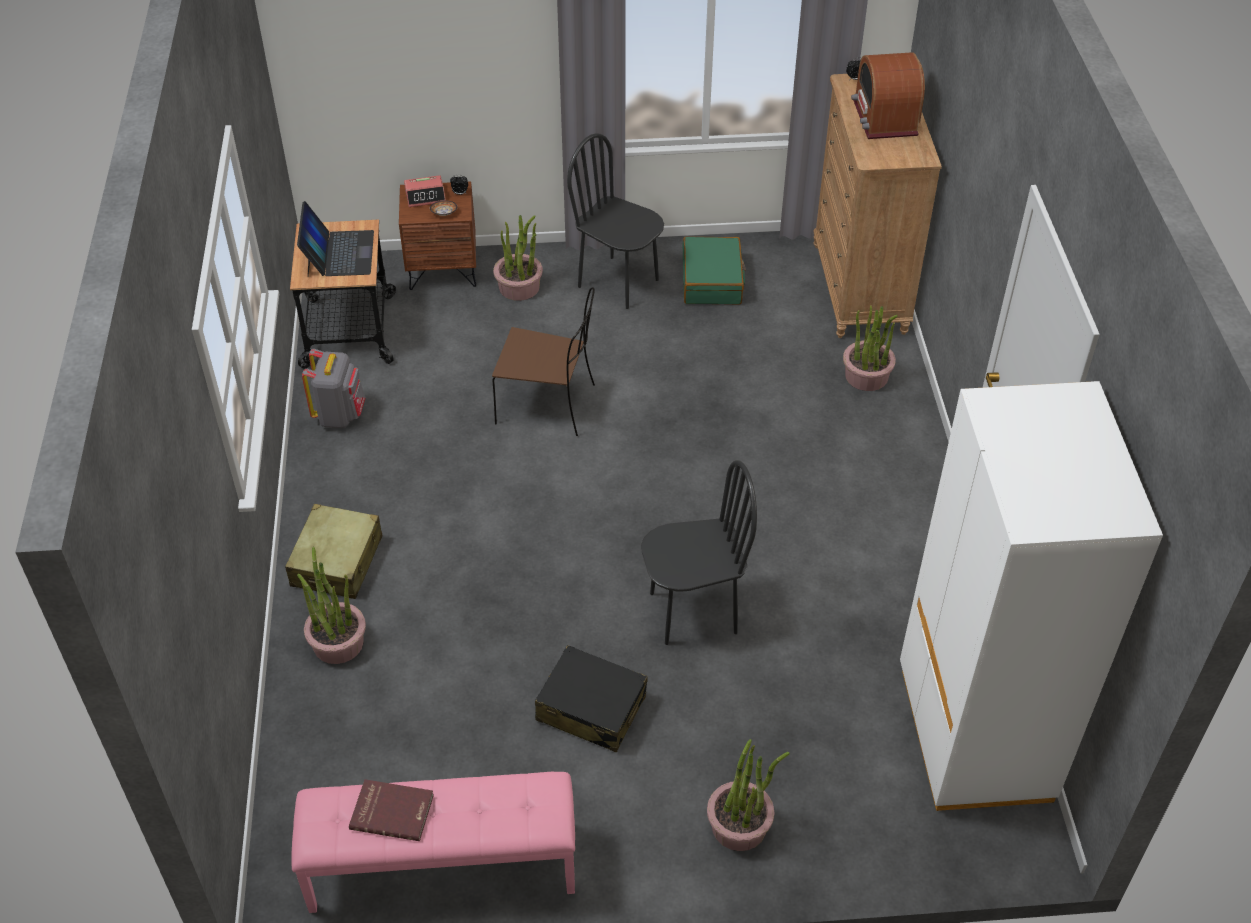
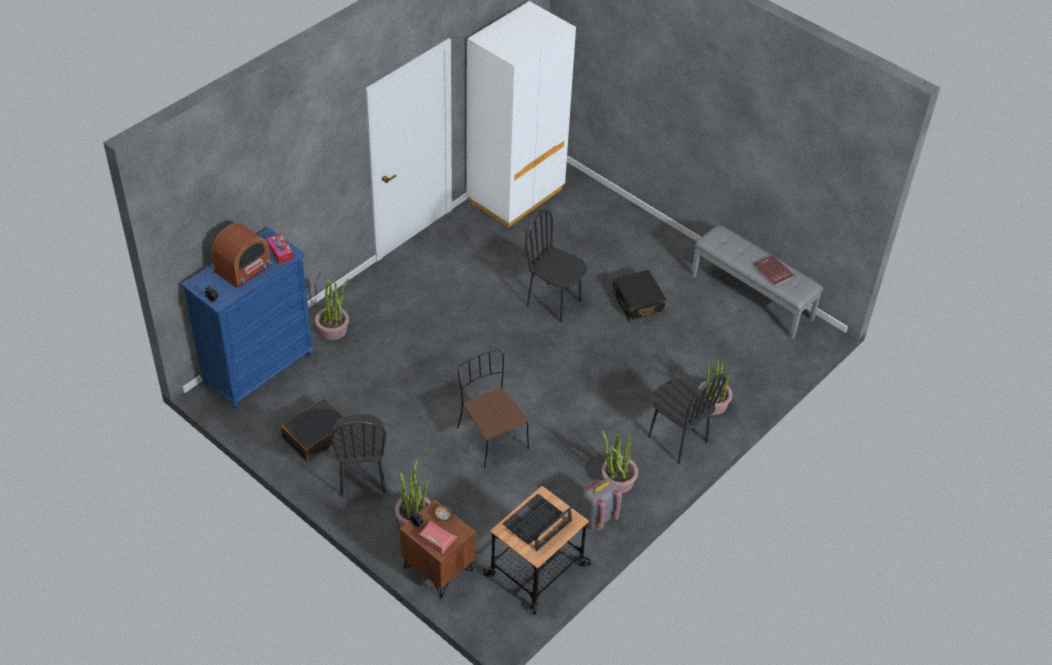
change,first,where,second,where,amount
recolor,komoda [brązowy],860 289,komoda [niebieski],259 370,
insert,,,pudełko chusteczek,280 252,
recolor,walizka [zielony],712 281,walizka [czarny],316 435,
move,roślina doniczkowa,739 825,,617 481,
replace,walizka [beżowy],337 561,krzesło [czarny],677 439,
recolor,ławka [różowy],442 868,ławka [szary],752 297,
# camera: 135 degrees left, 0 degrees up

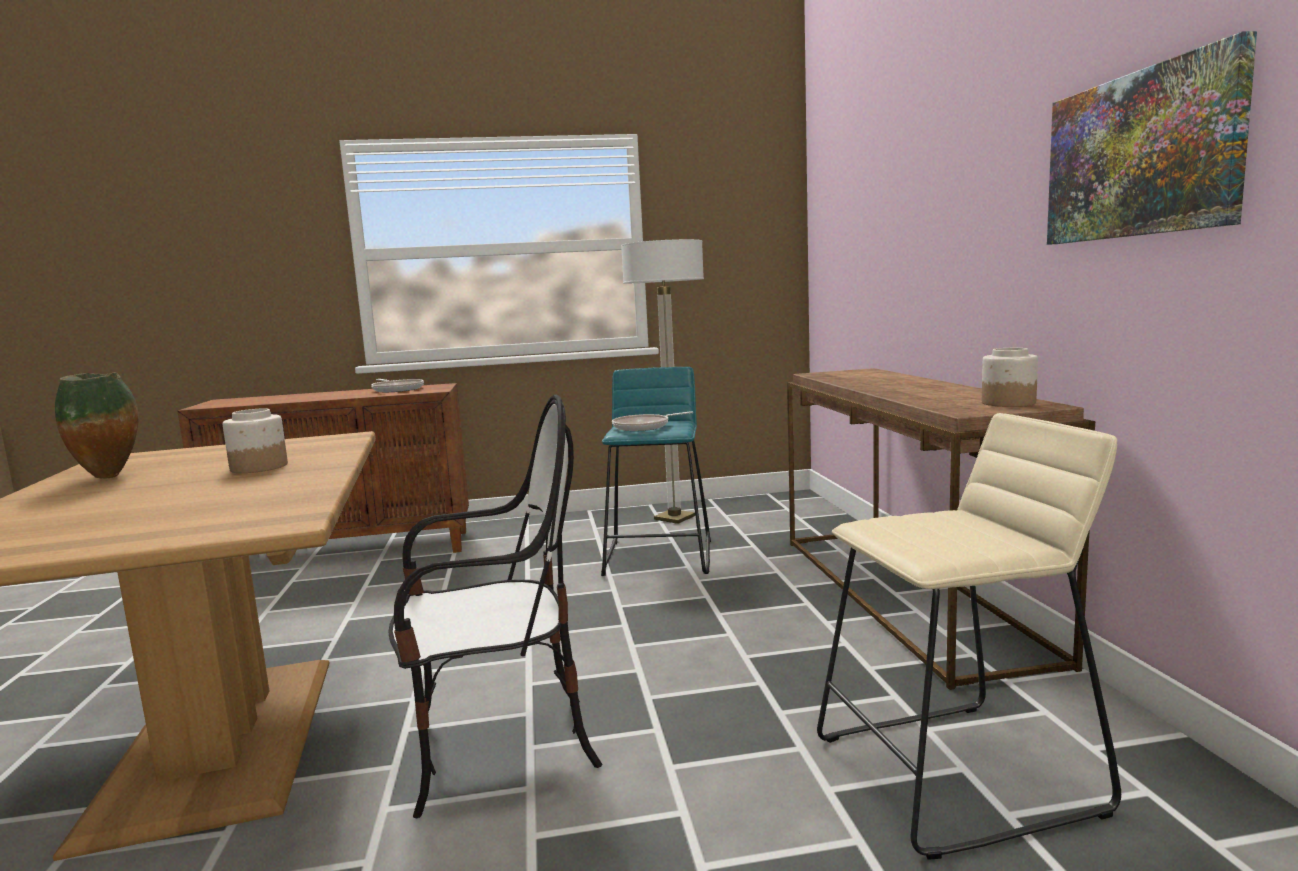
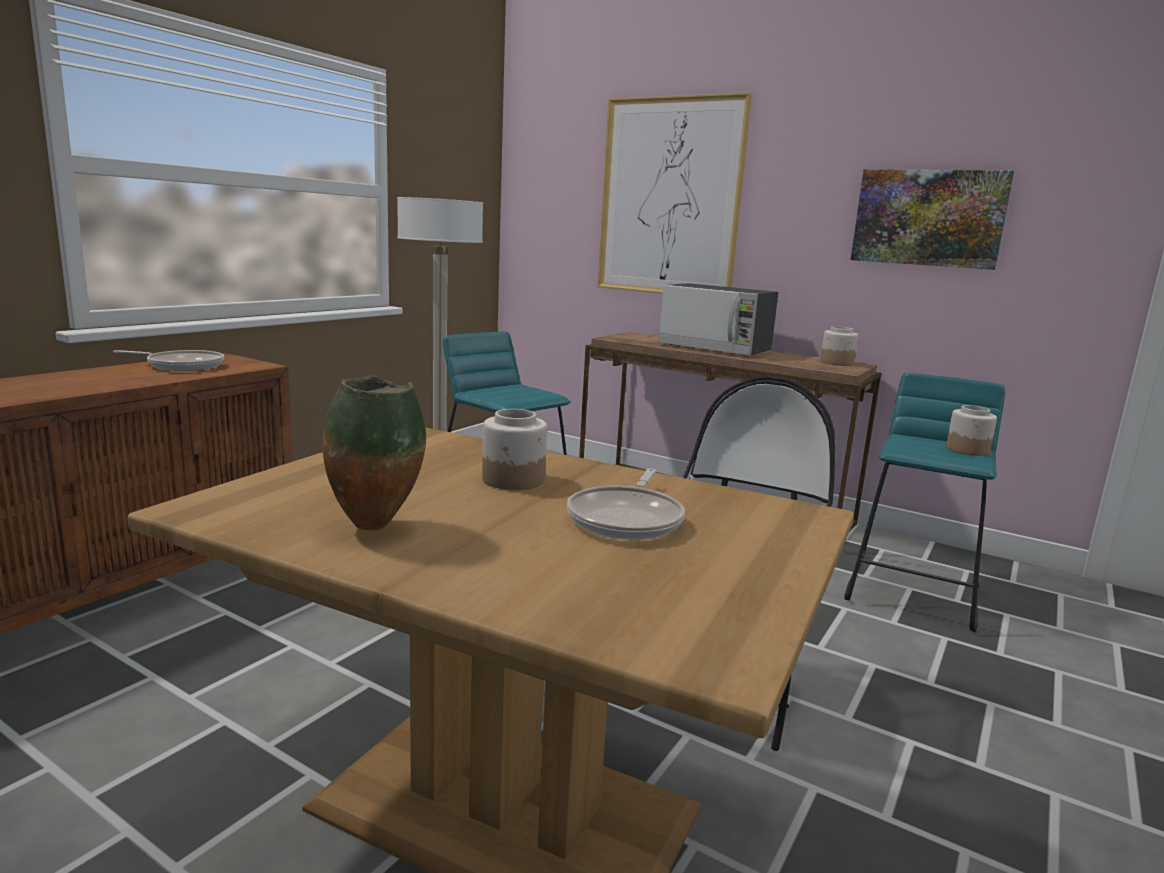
change,first,where,second,where,amount
move,patelnia,644 427,,627 519,
insert,,,obraz,669 198,
insert,,,mikrofalówka,715 348,
recolor,stołek [beżowy],957 774,stołek [turkusowy],913 592,
insert,,,słoik,968 450,
# camera: 50 degrees left, 5 degrees up

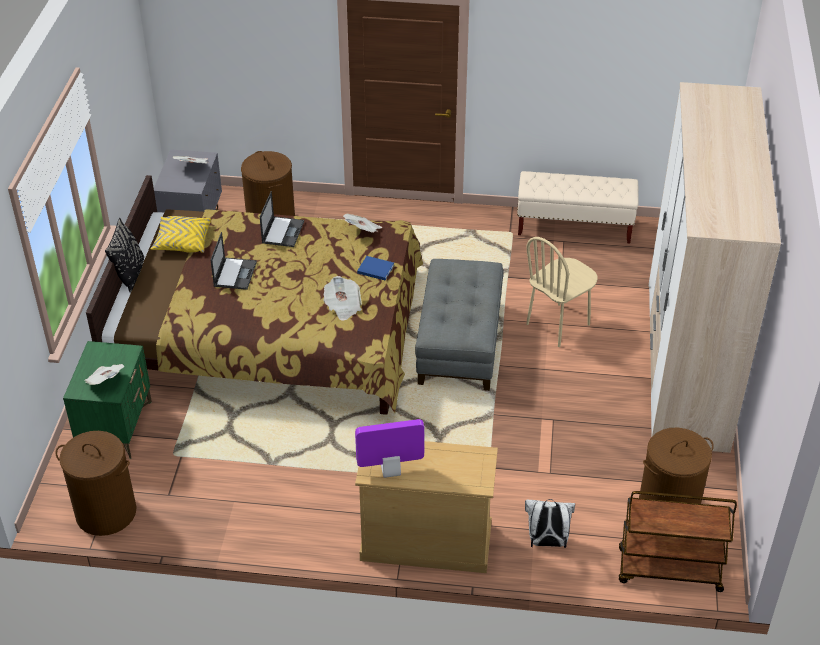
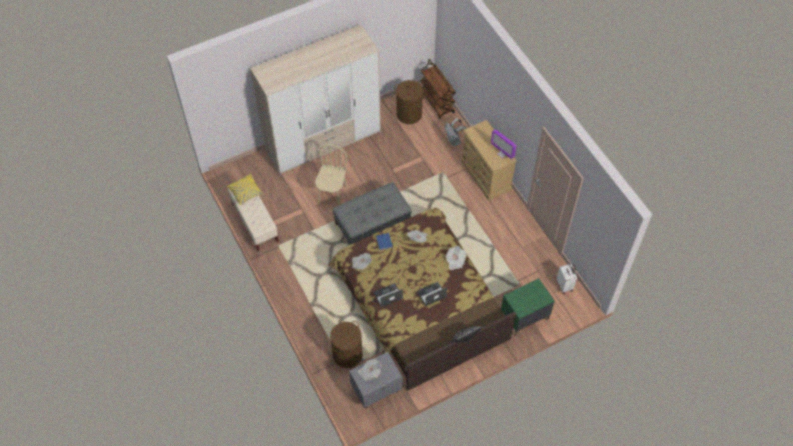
change,first,where,second,where,amount
move,poduszka [żółty],182 242,,246 192,
rotate,krzesło [beżowy],558 325,,332 194,90 degrees counterclockwise
move,gazeta,105 381,,455 261,
replace,kosz na pranie [brązowy],105 513,walizka [biały],565 285,
# camera: 125 degrees left, 15 degrees up

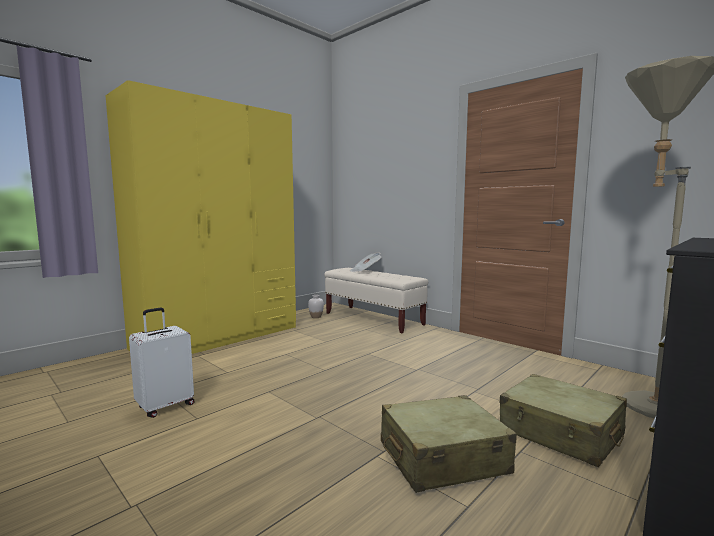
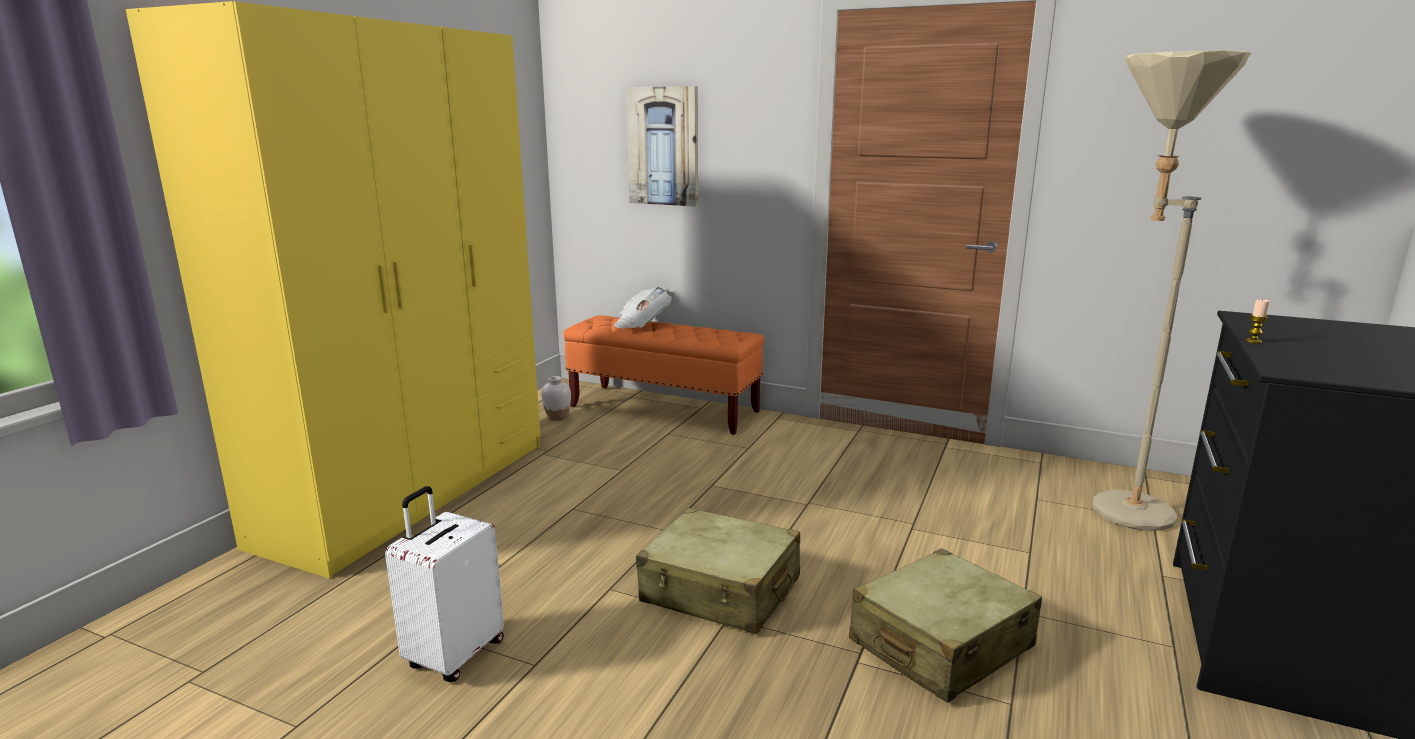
change,first,where,second,where,amount
recolor,ławka [beżowy],373 319,ławka [pomarańczowy],664 409,
insert,,,obraz,663 146,
move,walizka [beżowy],560 433,,721 590,
insert,,,świeca,1253 341,
# camera: 20 degrees left, 10 degrees up

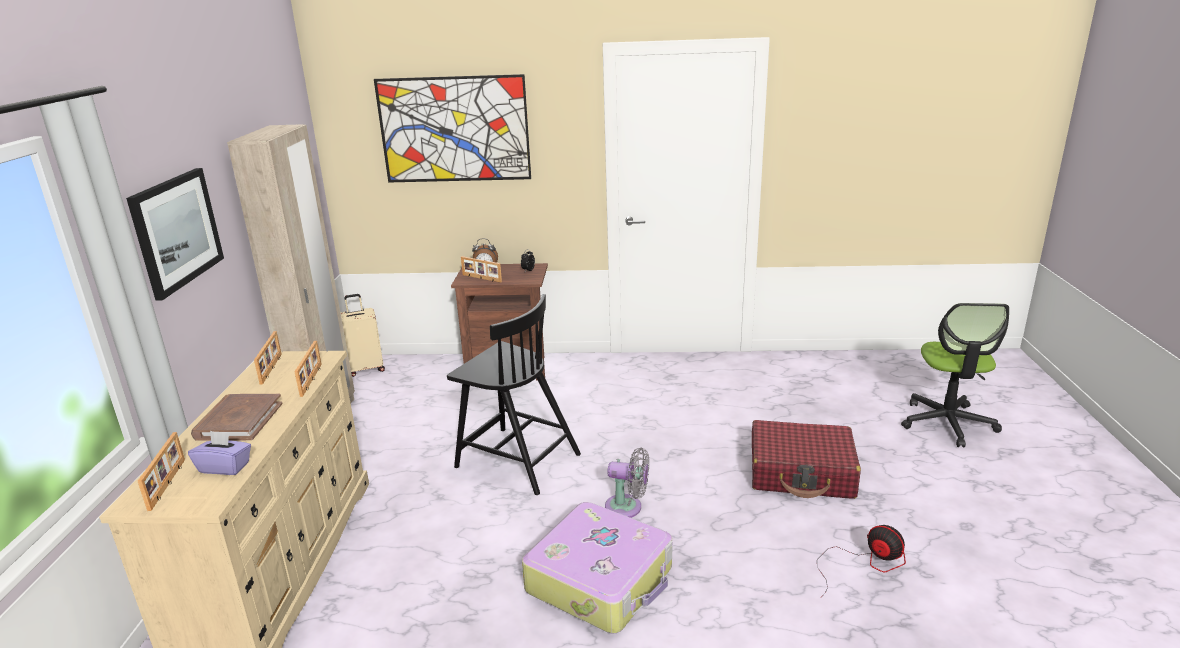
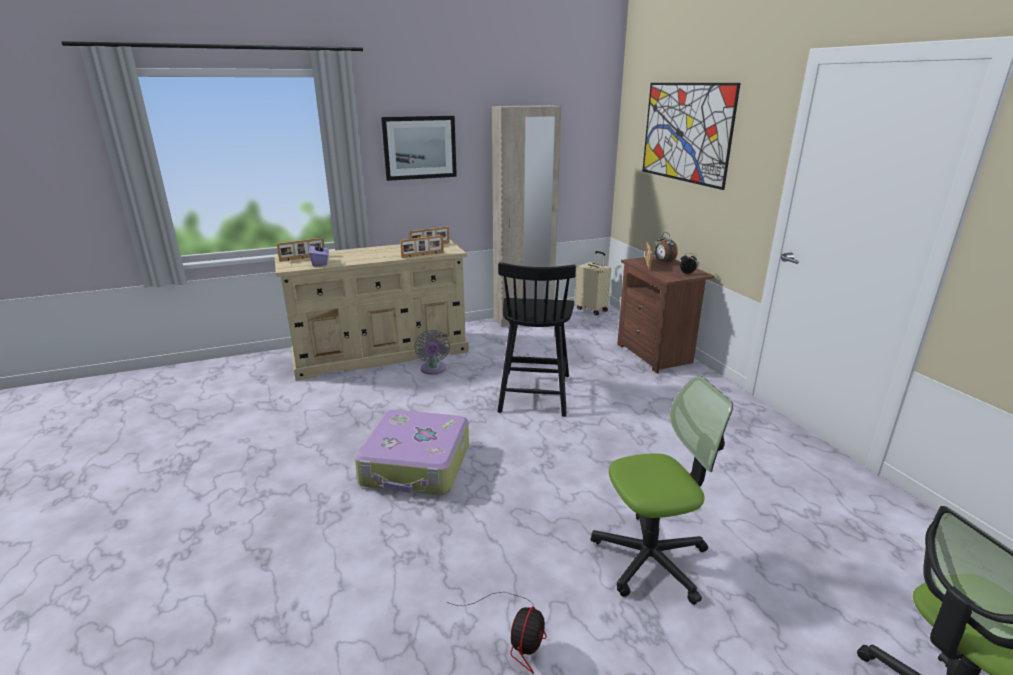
change,first,where,second,where,amount
move,wentylator [szary],627 507,,433 370,
replace,walizka [czerwony],801 473,krzesło biurowe,650 558,
delete,książka [brązowy],239 421,,,
# camera: 65 degrees right, 0 degrees up

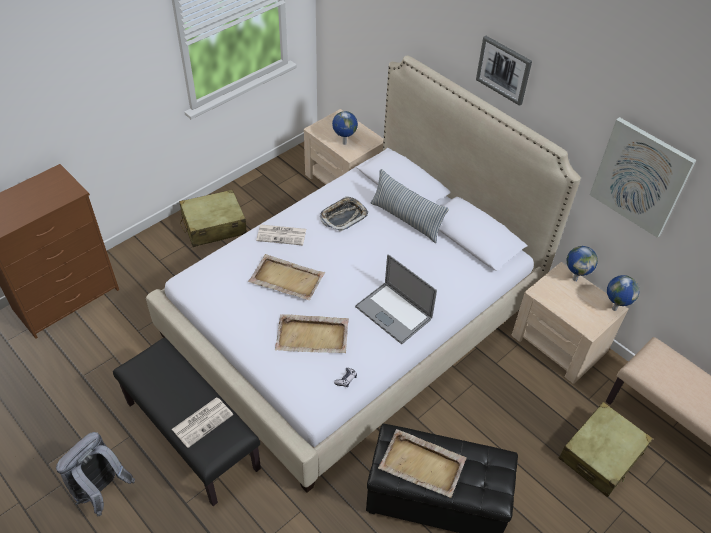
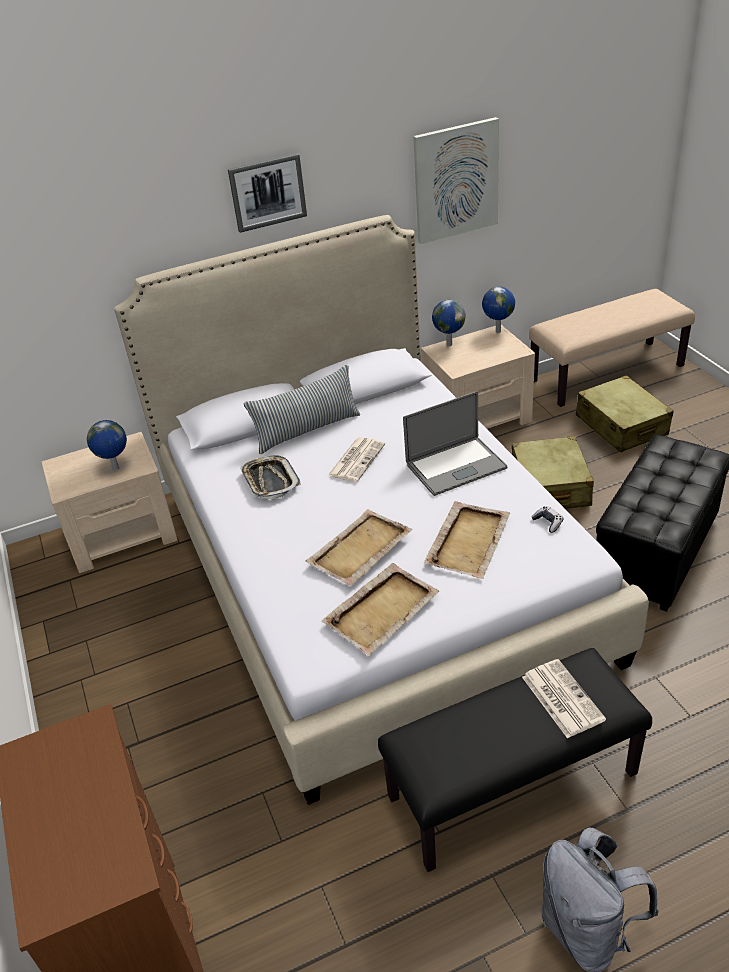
change,first,where,second,where,amount
move,taca [beżowy],423 465,,382 610,
move,gazeta,282 235,,356 459,
move,walizka [beżowy],214 226,,550 487,
# camera: 65 degrees left, 10 degrees down

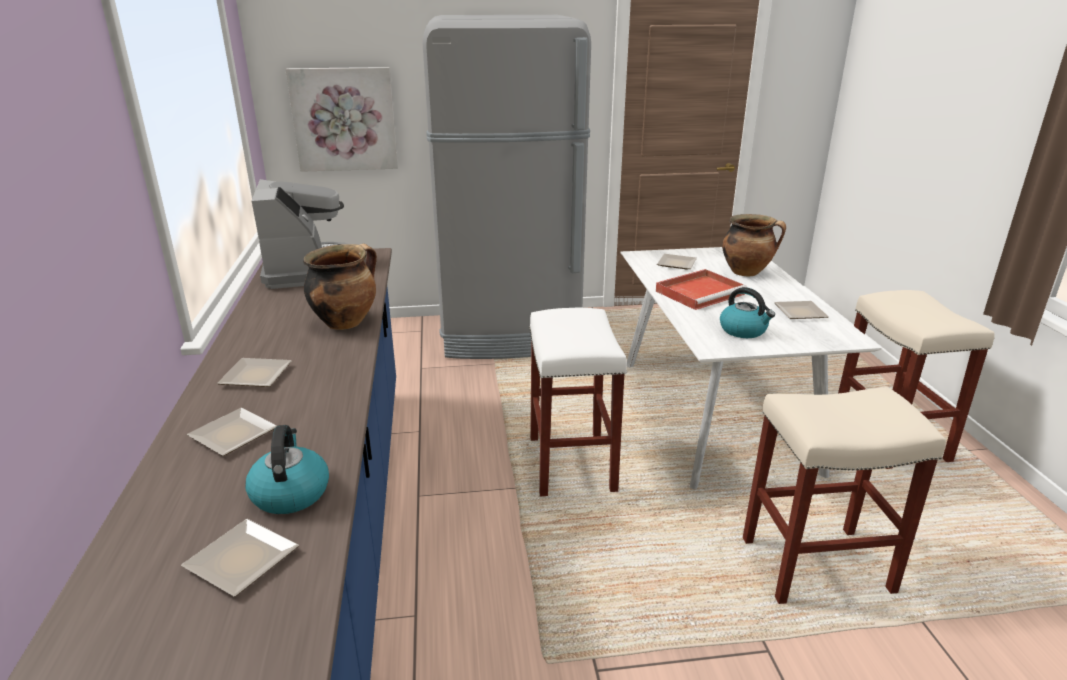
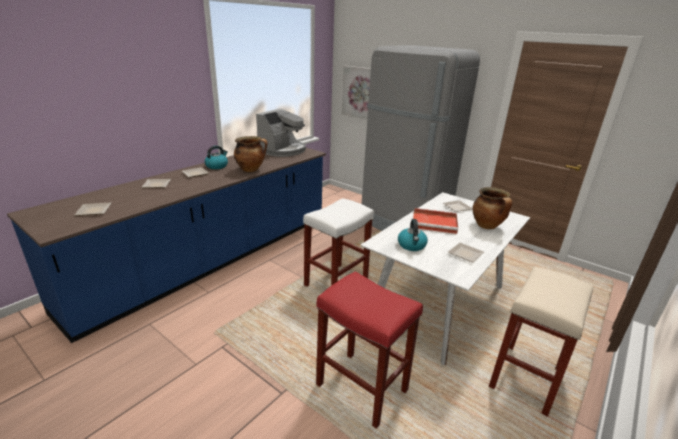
change,first,where,second,where,amount
move,czajnik,290 493,,217 166,
recolor,stołek [beżowy],814 566,stołek [czerwony],360 387,
# camera: 45 degrees right, 0 degrees up

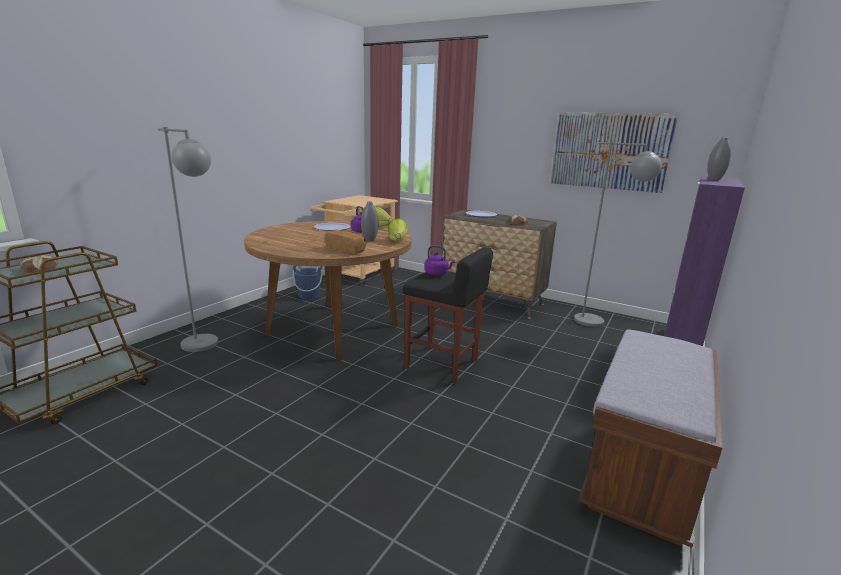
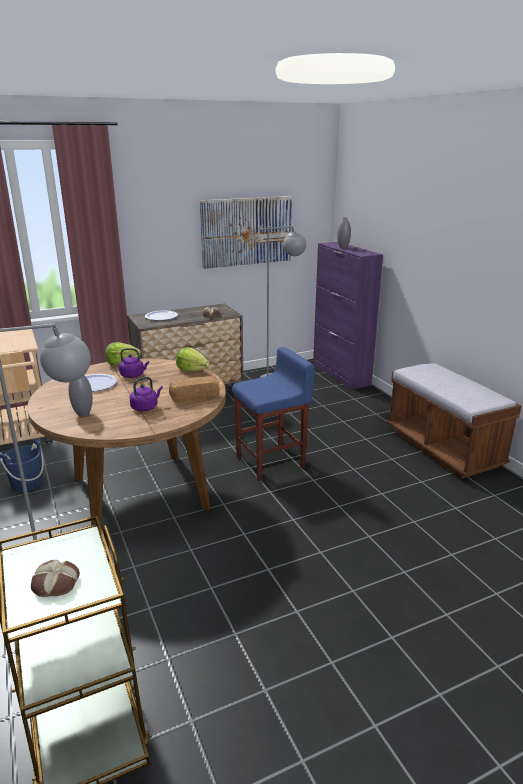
change,first,where,second,where,amount
move,wazon [szary],369 240,,83 414,
move,czajnik [fioletowy],437 274,,146 407,
recolor,stołek [czarny],442 364,stołek [niebieski],271 462,
# camera: 55 degrees left, 5 degrees up

